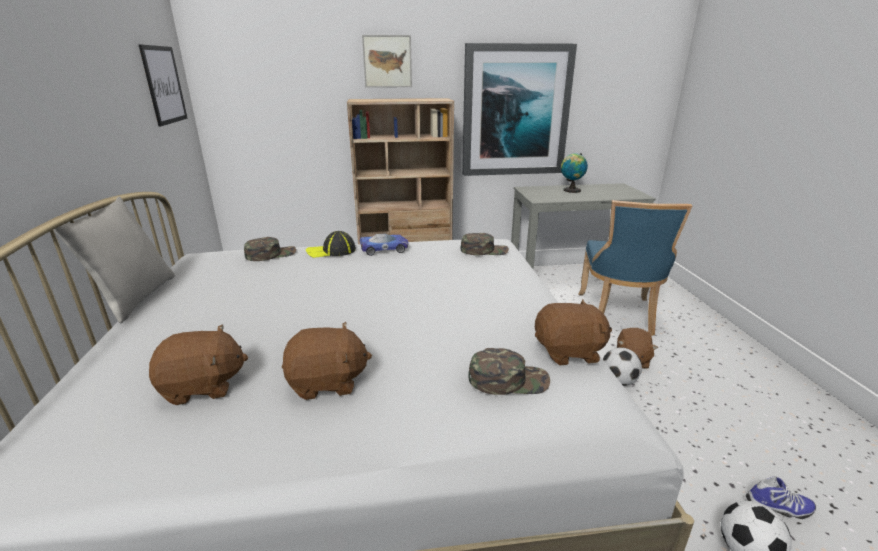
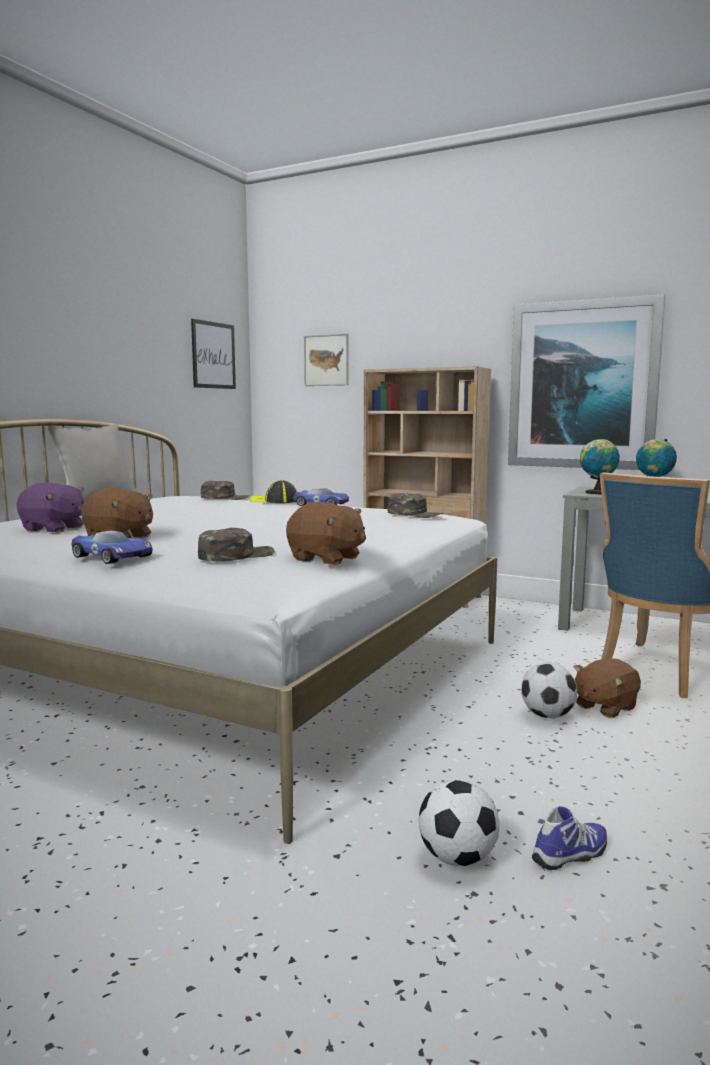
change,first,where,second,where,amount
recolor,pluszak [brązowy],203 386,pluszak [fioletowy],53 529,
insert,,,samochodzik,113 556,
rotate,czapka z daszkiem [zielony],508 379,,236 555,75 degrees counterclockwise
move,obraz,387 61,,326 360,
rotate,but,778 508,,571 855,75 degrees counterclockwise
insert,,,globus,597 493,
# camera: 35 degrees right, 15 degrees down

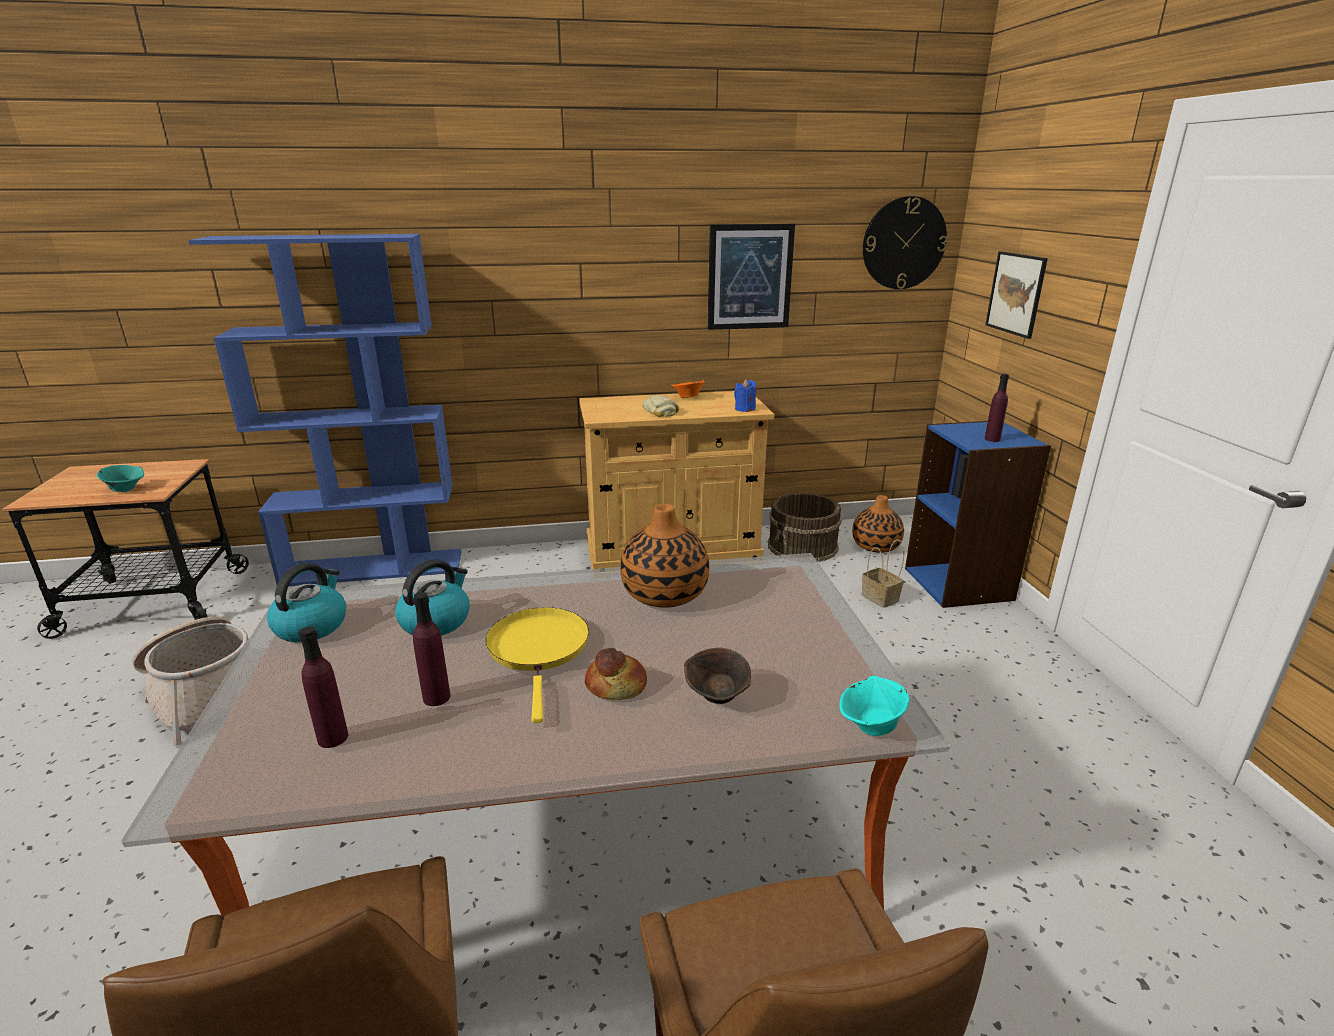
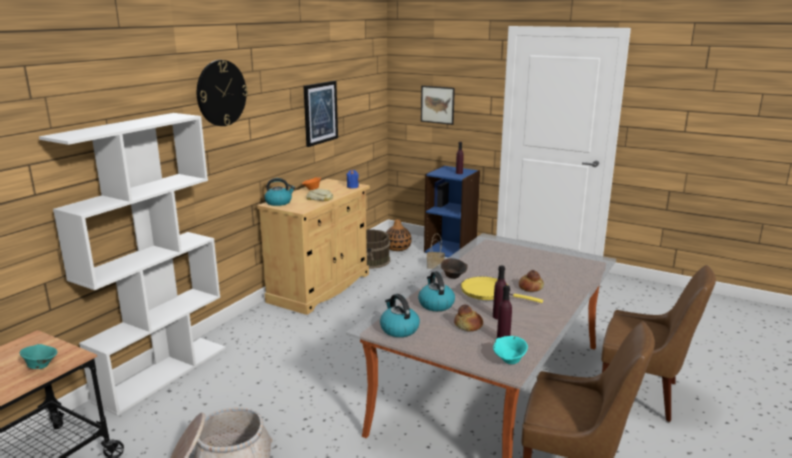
change,first,where,second,where,amount
recolor,regał [niebieski],374 567,regał [biały],163 373,
move,zegar ścienny,903 243,,221 93,
insert,,,czajnik,279 202,
move,miska [brązowy],718 697,,453 277,
insert,,,chleb,468 325,
move,miska [turkusowy],871 726,,509 361,
delete,wazon,664 593,,,
# camera: 50 degrees left, 5 degrees down

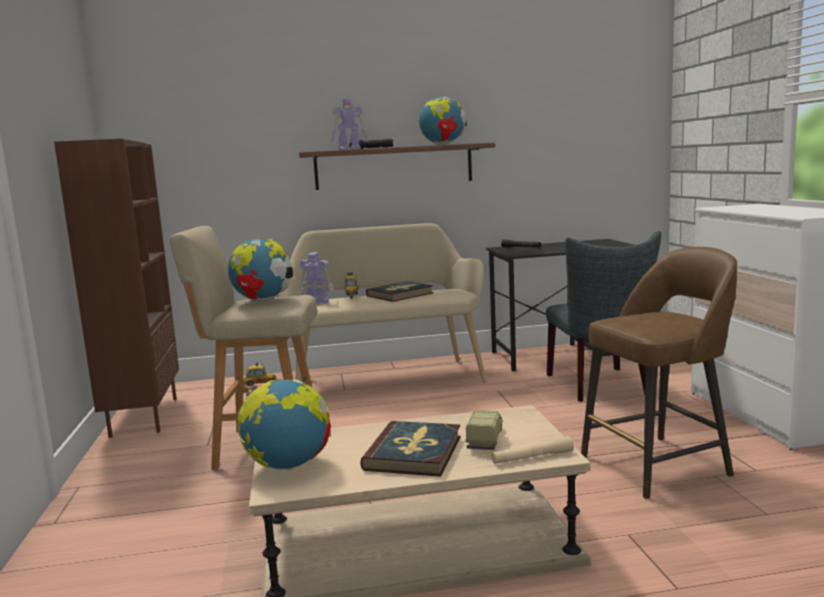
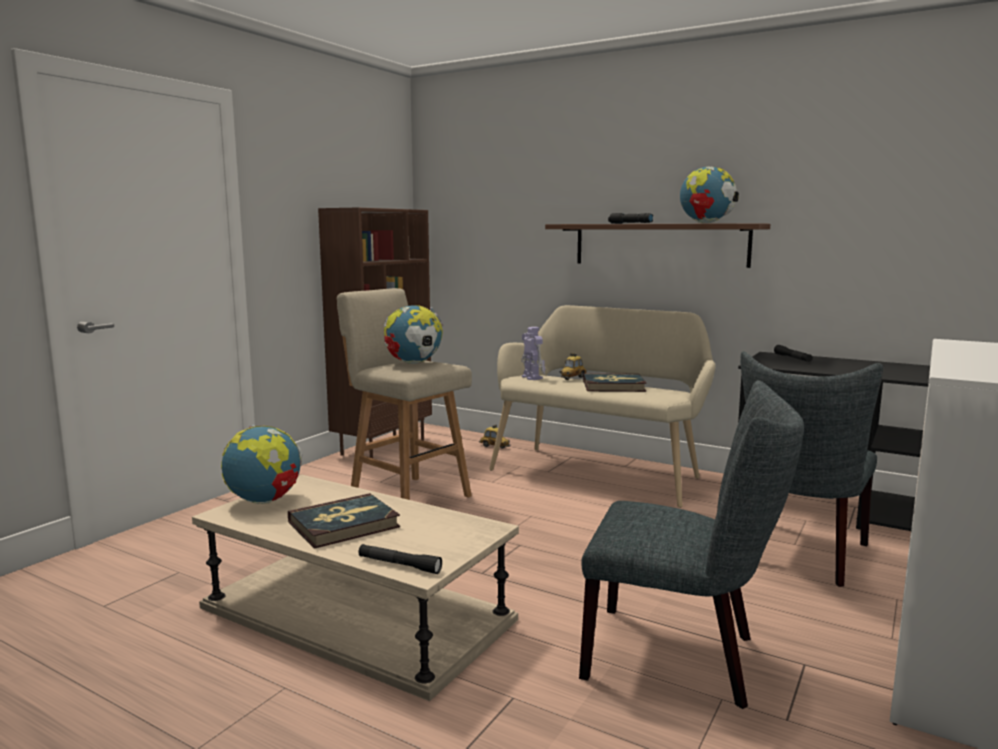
change,first,where,second,where,amount
recolor,latarka [beżowy],532 458,latarka [czarny],399 565,
replace,stołek [brązowy],658 465,krzesło [szary],682 657,
delete,robot zabawkowy,350 149,,,
delete,ciężarówka zabawkowa,486 439,,,
# camera: 40 degrees right, 0 degrees up

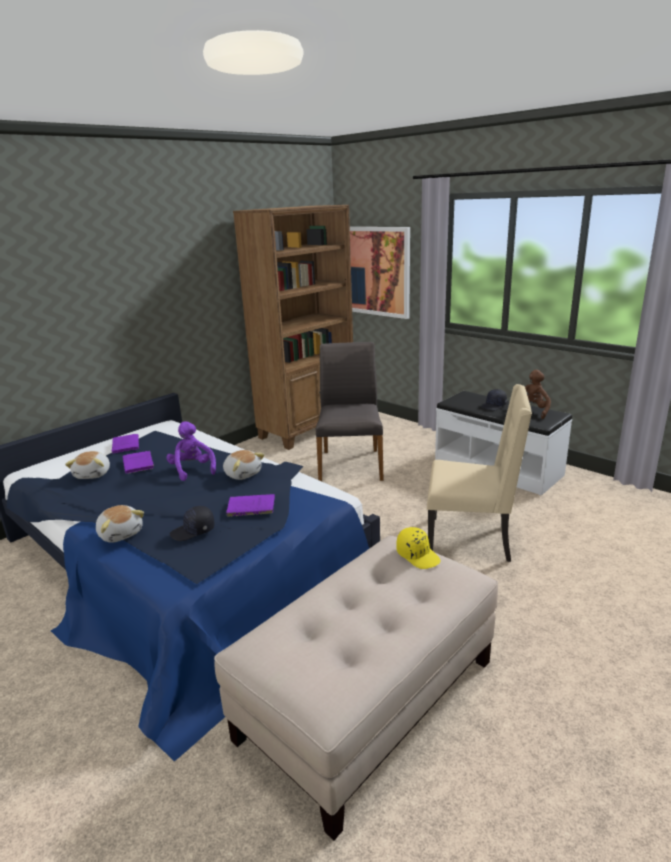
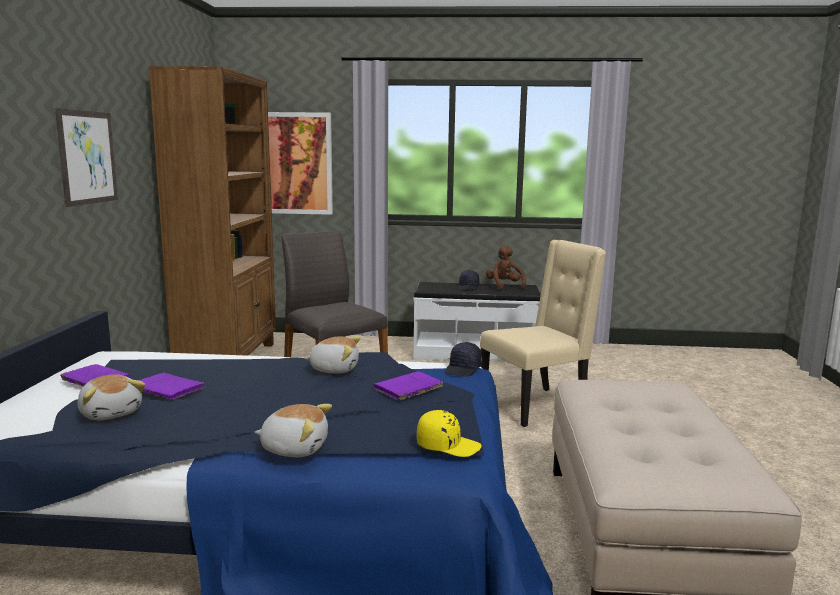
change,first,where,second,where,amount
insert,,,obraz,87 157,
move,czapka z daszkiem [żółty],418 555,,447 446,
move,czapka z daszkiem [czarny],193 531,,463 369,
delete,pluszak [fioletowy],192 470,,,
# camera: 40 degrees left, 10 degrees down

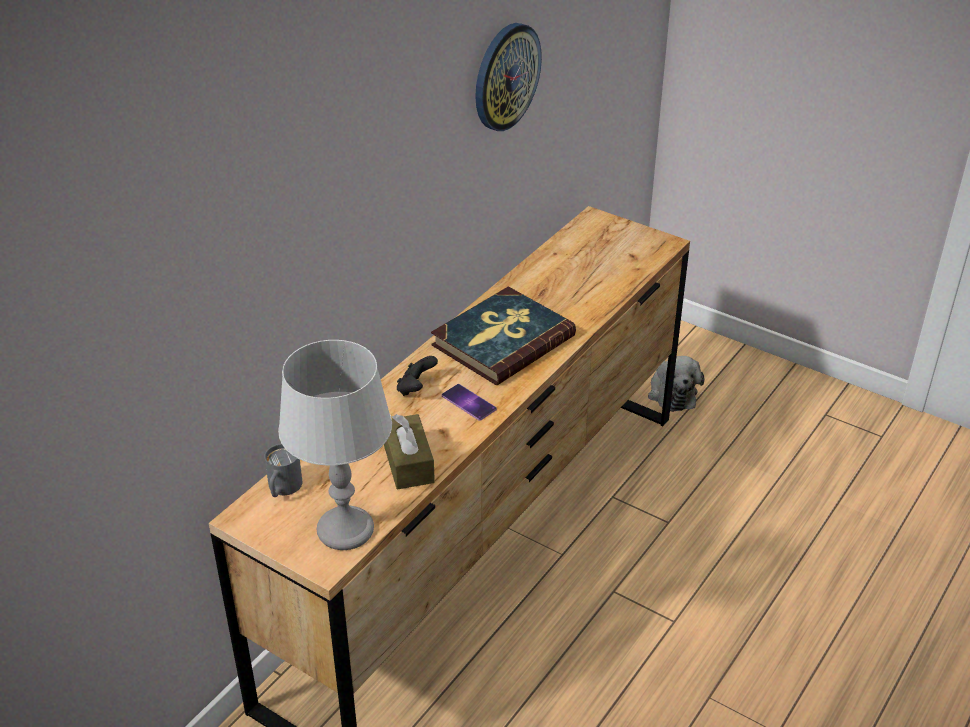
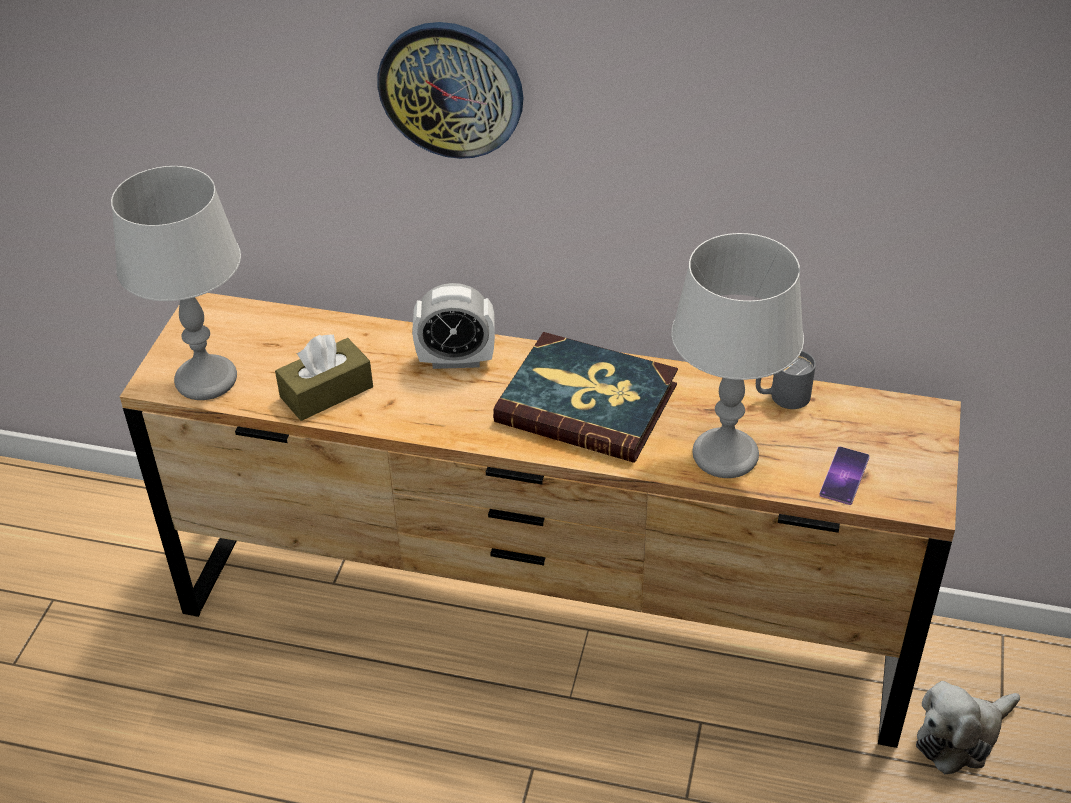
change,first,where,second,where,amount
move,zegar ścienny,505 76,,451 89,
replace,pad do gier [czarny],416 388,budzik,456 360,
insert,,,lampa stołowa [szary],725 454,
move,kubek [szary],282 489,,781 397,
move,telefon,468 402,,844 476,
# camera: 70 degrees right, 5 degrees up

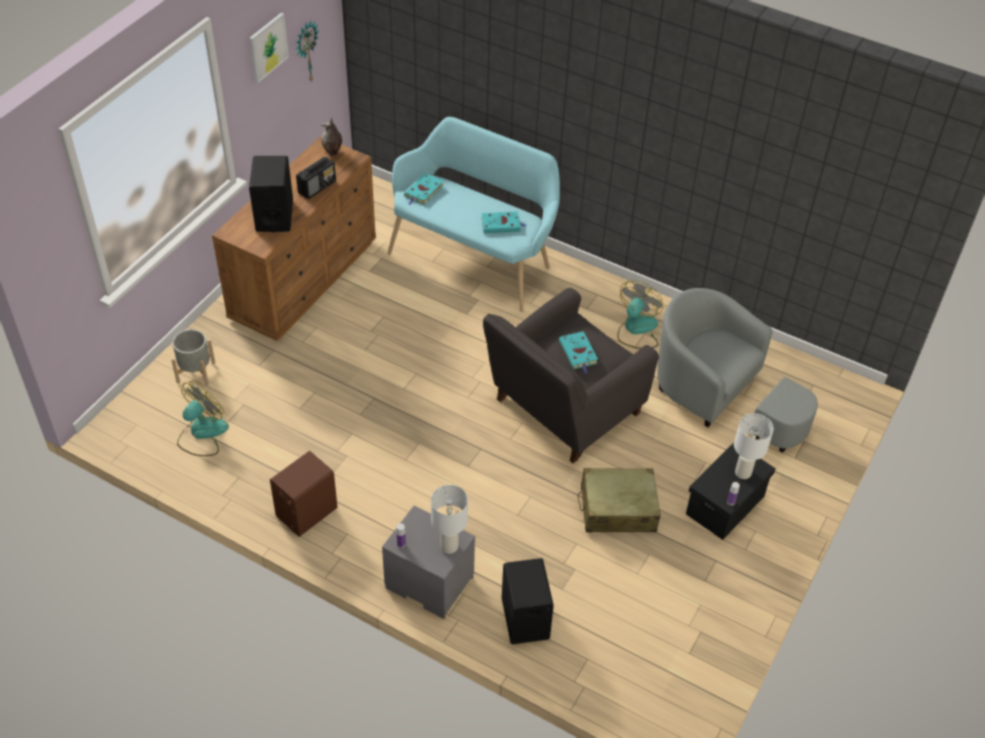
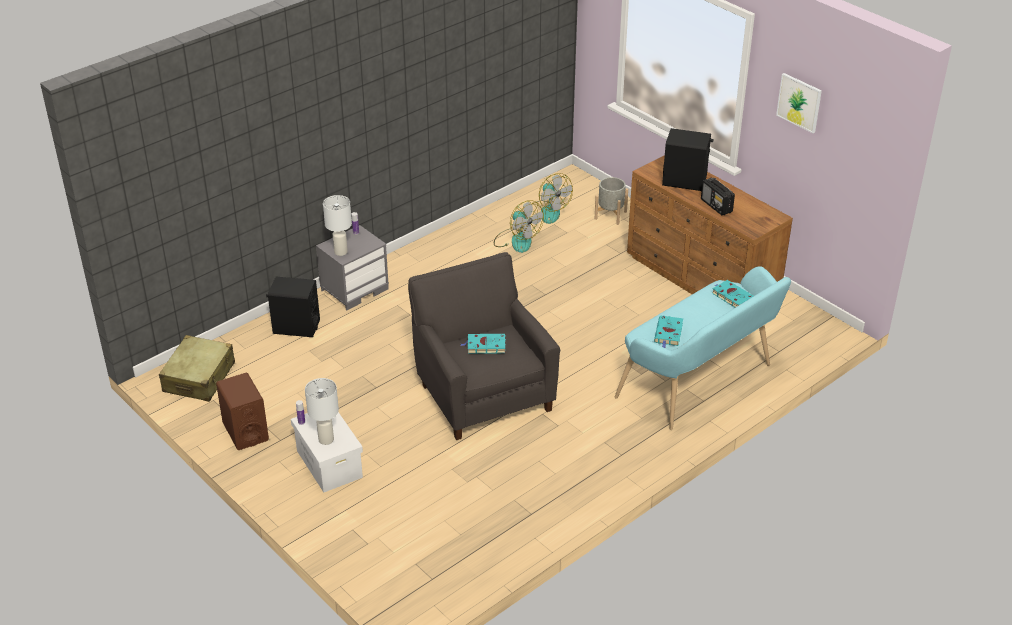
change,first,where,second,where,amount
move,walizka [beżowy],617 509,,199 377,
move,głośnik [brązowy],306 512,,245 431,
recolor,pojemnik do przechowywania [czarny],725 505,pojemnik do przechowywania [biały],328 463,
move,wentylator,637 330,,517 240,
delete,zegar ścienny,306 52,,,
delete,wazon,332 152,,,
delete,fotel [szary],720 398,,,
# camera: 110 degrees right, 10 degrees down

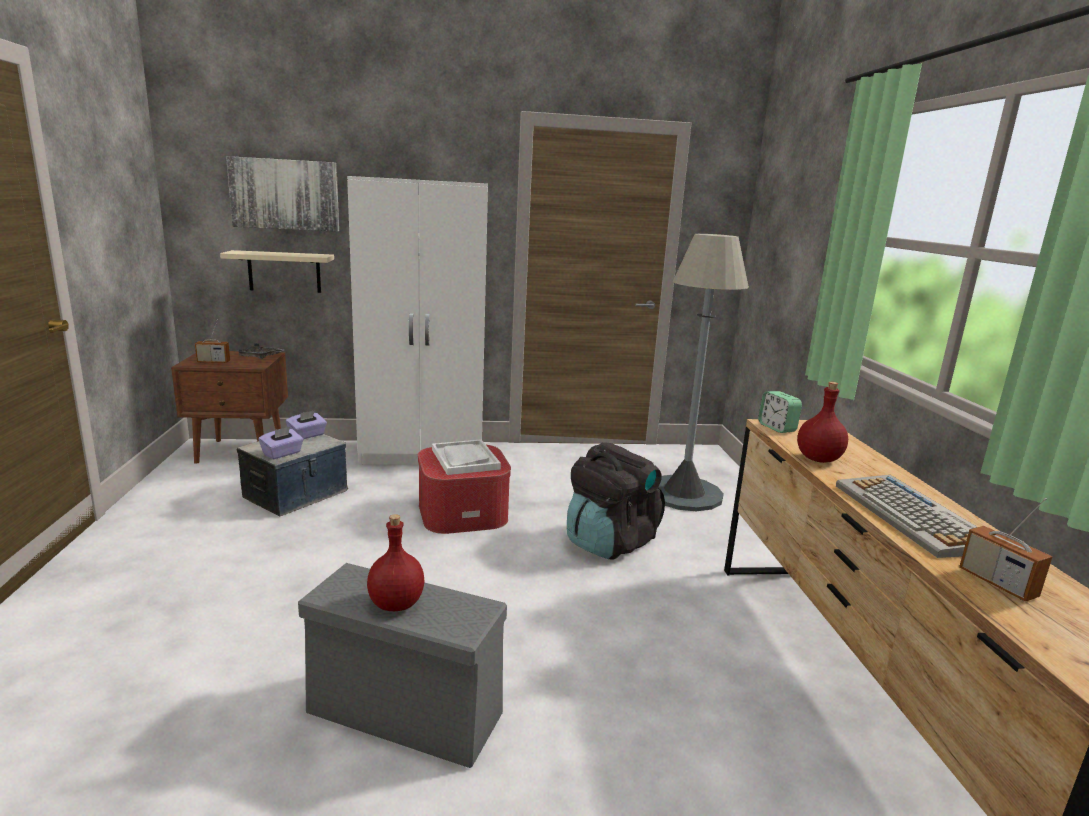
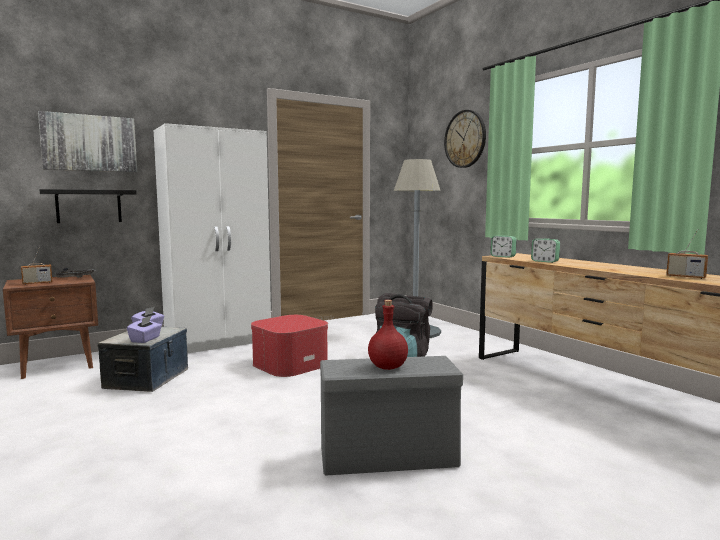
change,first,where,second,where,amount
recolor,półka [beżowy],284 272,półka [czarny],89 206,
insert,,,zegar ścienny,465 139,
replace,butelka [czerwony],819 459,budzik,545 261,
delete,taca [biały],465 459,,,
delete,klawiatura,913 517,,,
# camera: 25 degrees left, 10 degrees down

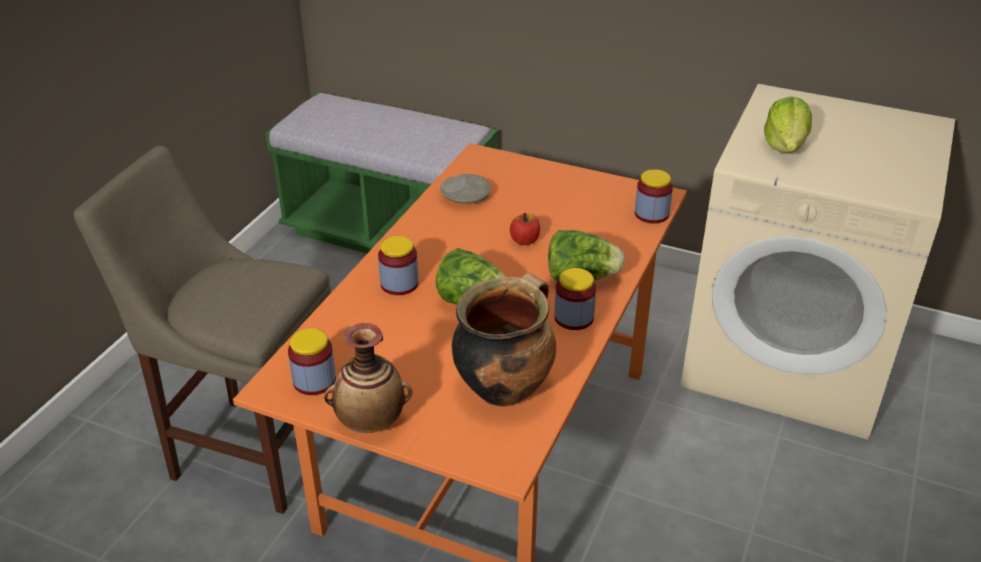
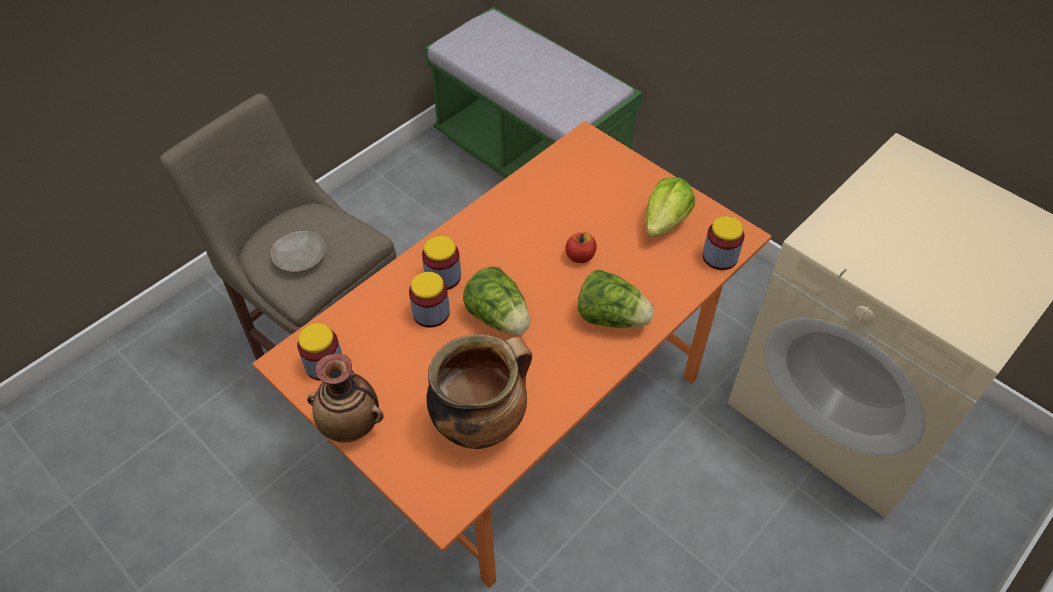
change,first,where,second,where,amount
move,talerz [beżowy],466 196,,301 257,
move,słoik,574 318,,431 313,
move,sałata,785 146,,666 222,
# camera: 20 degrees right, 15 degrees up

